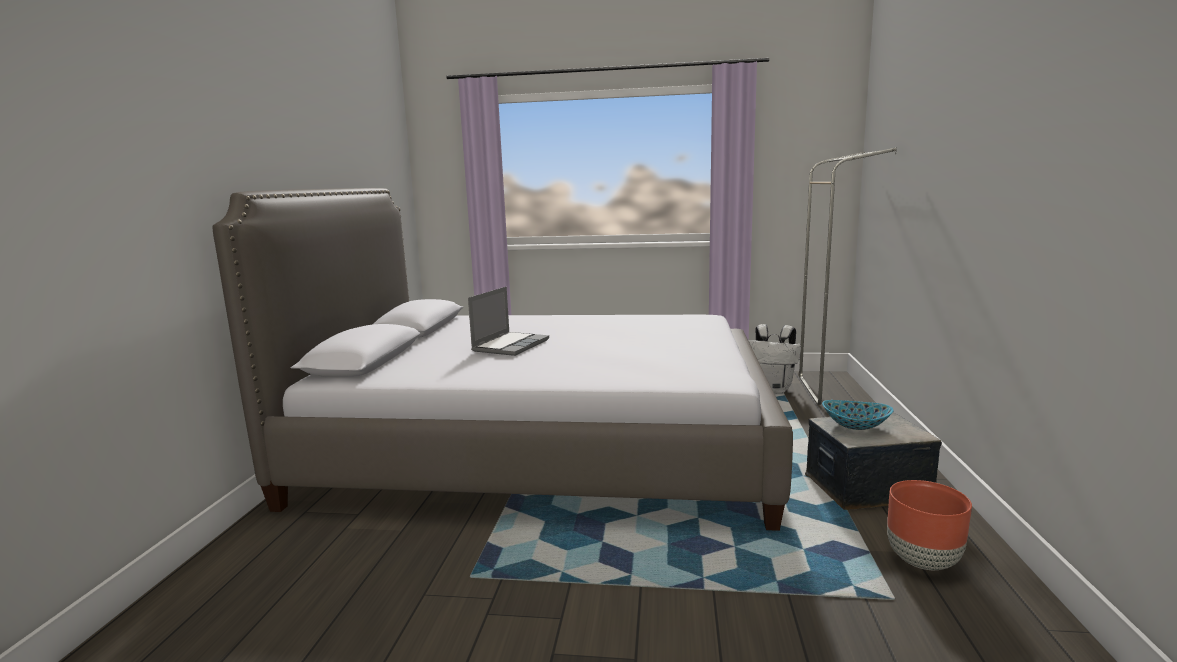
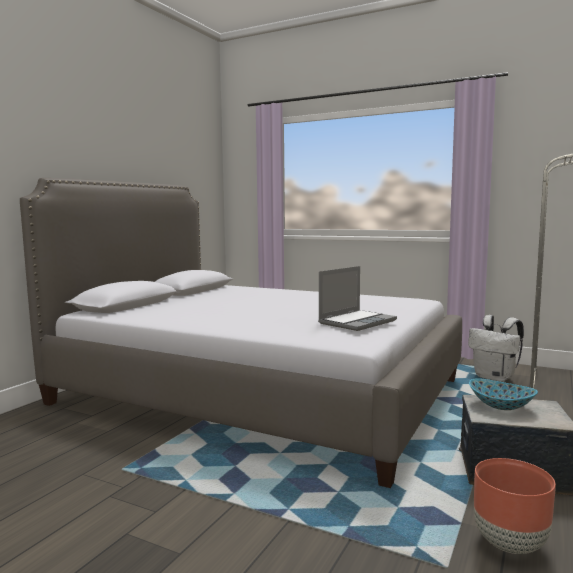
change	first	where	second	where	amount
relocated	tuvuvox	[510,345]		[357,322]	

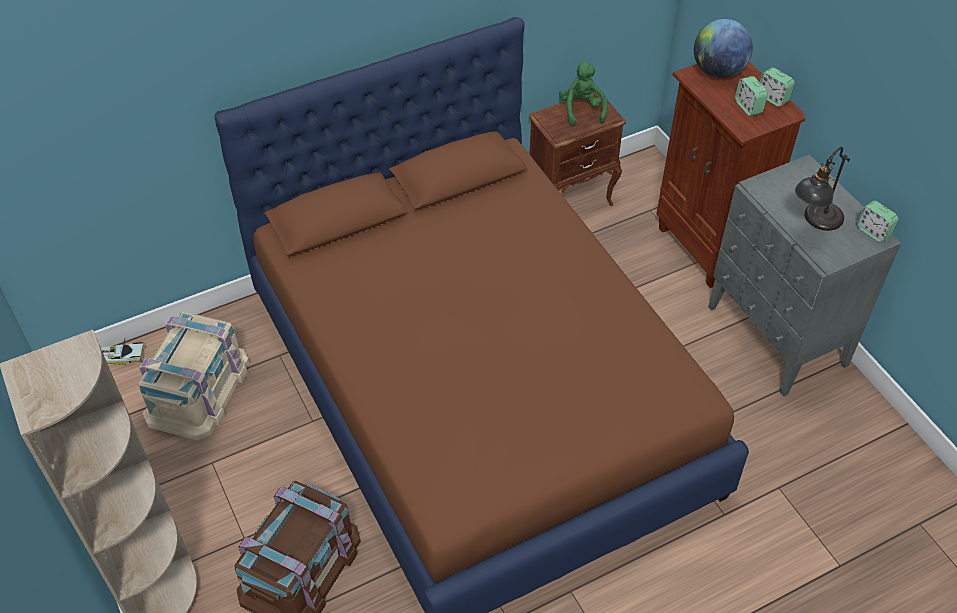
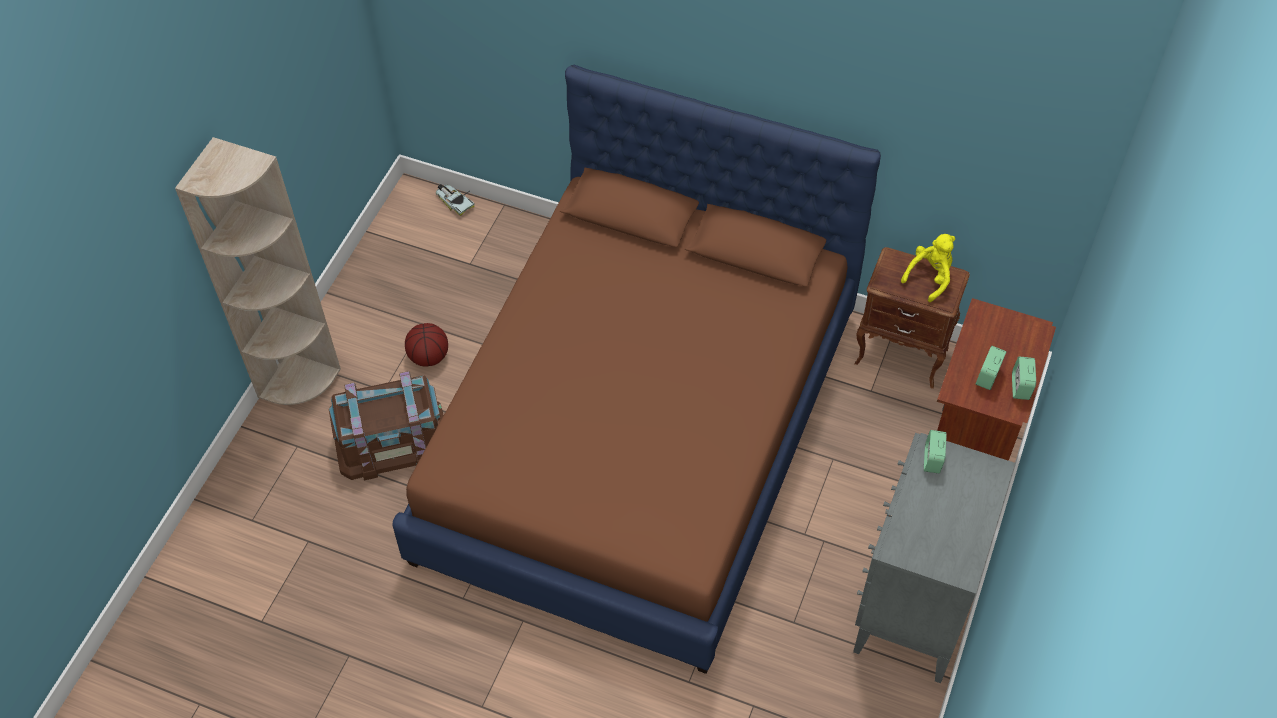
change	first	where	second	where	amount
appeared			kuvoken	[429,356]	
colour	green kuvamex	[582,110]	yellow kuvamex	[930,277]	
relocated	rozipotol	[873,232]		[932,460]	
missing	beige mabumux	[197,389]			
missing	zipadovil	[718,71]			
missing	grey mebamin	[814,225]			

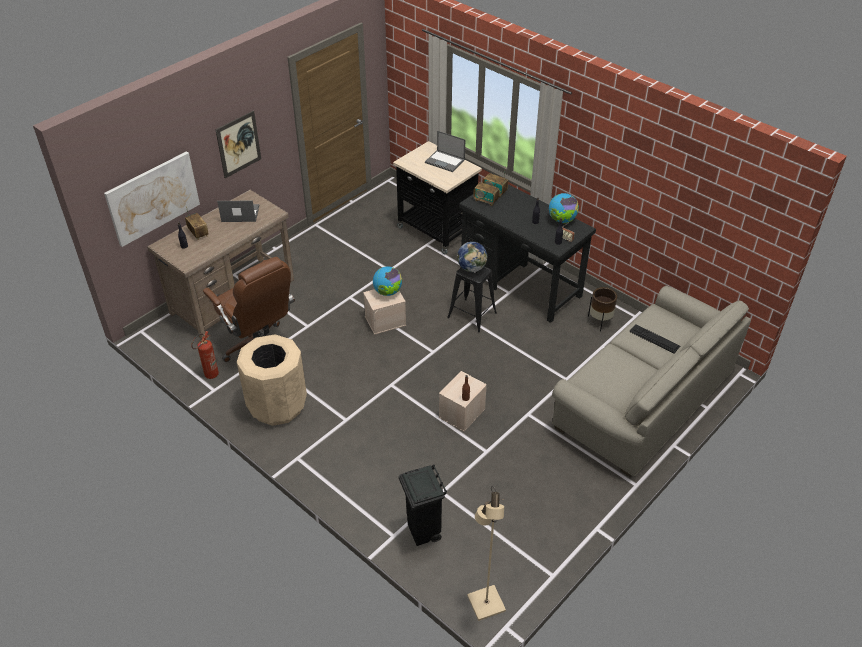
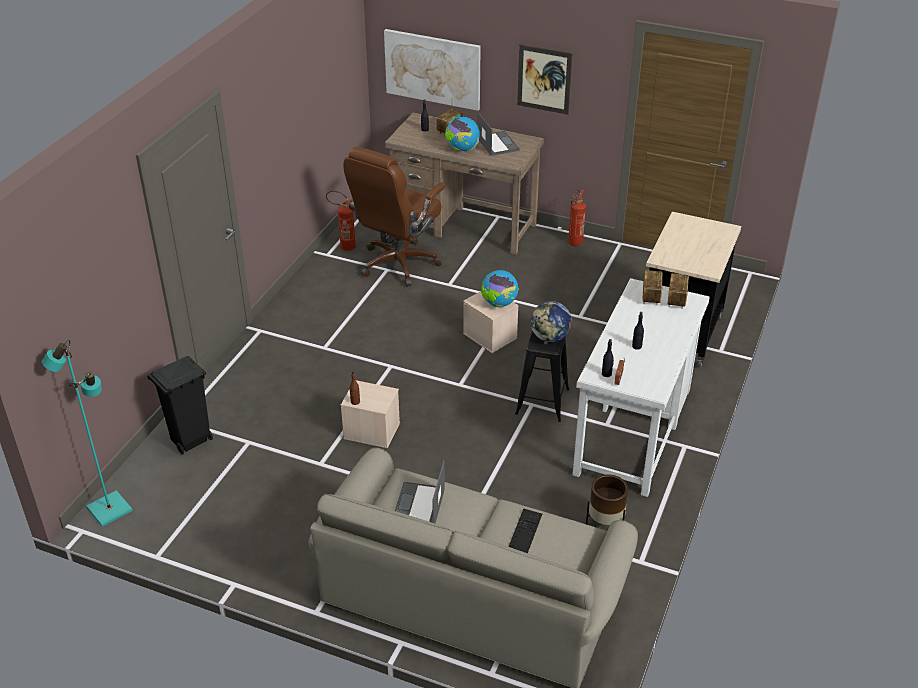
change	first	where	second	where	amount
colour	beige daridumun	[486,603]	turquoise daridumun	[110,509]	
relocated	tuvuvox	[445,161]		[418,506]	
relocated	zipadovil	[562,220]		[462,149]	
appeared			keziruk	[573,244]	
colour	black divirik	[521,282]	white divirik	[634,431]	
missing	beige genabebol	[277,406]			

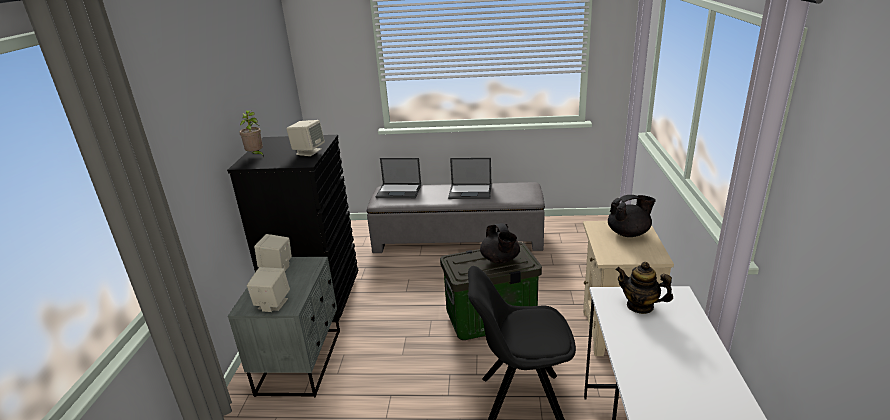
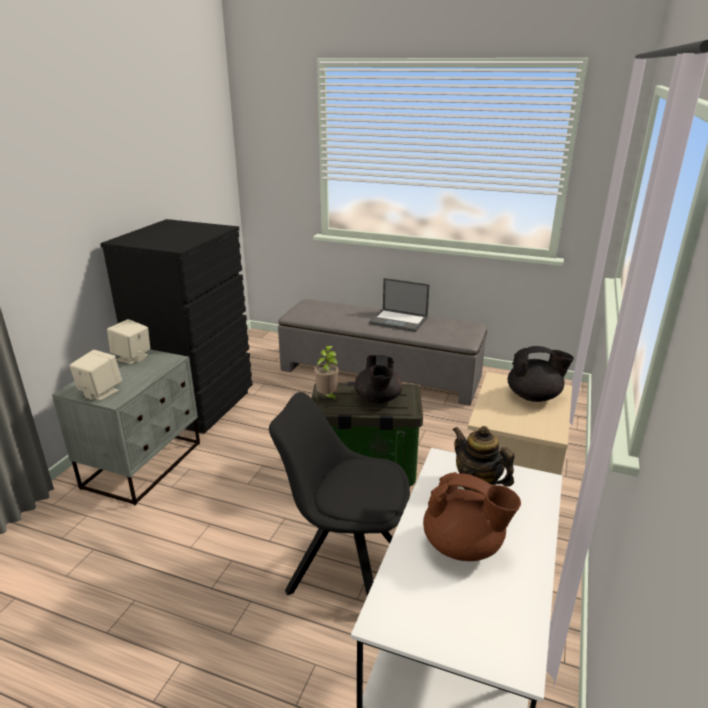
change	first	where	second	where	amount
relocated	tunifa	[256,155]		[327,397]	
appeared			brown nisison	[464,546]	
missing	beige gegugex	[308,152]			
missing	tuvuvox	[399,191]			

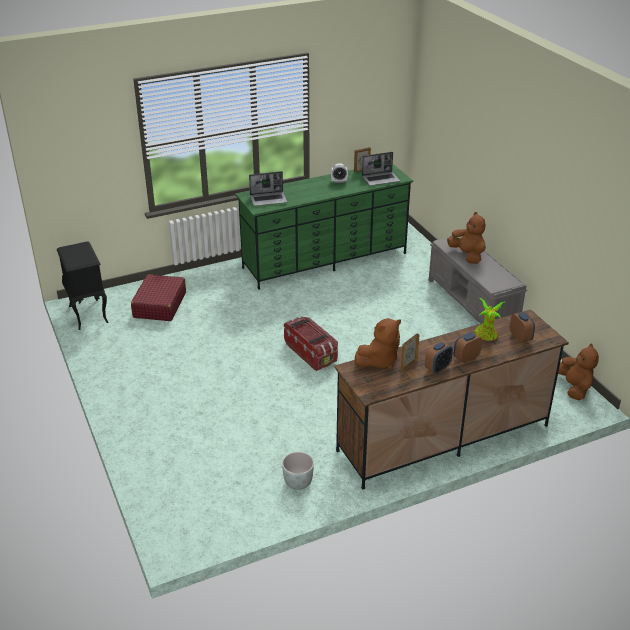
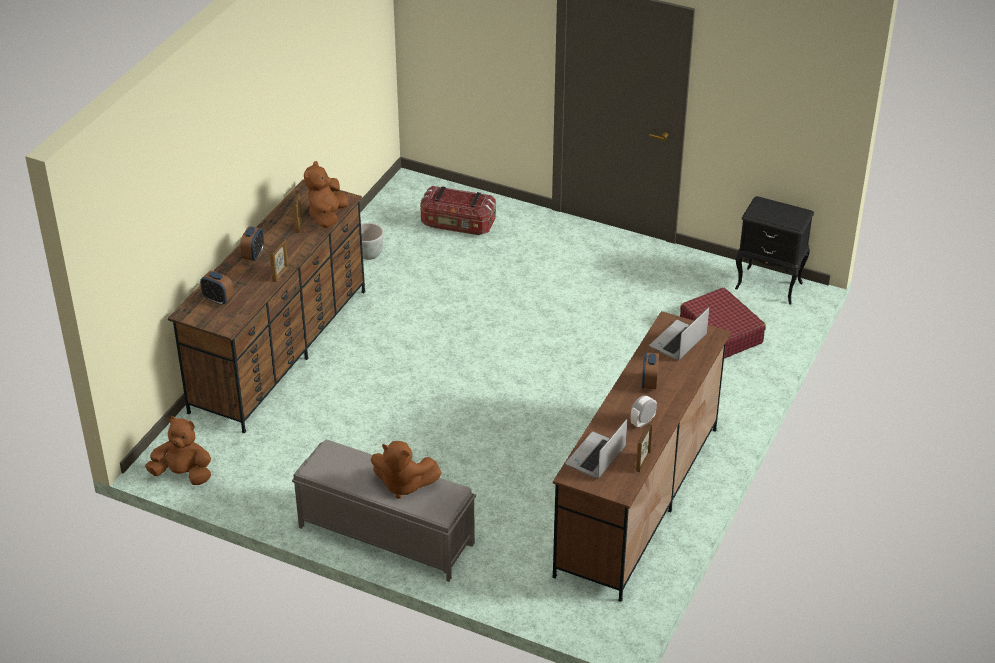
change	first	where	second	where	amount
spun	brown kuvamex	[574,388]		[183,474]	150 degrees clockwise
appeared			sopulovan	[280,274]	
relocated	mabumux	[311,353]		[458,224]	
colour	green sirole	[325,260]	brown sirole	[639,501]	
relocated	rozipotol	[437,368]		[649,383]	
missing	tunifa	[486,335]			

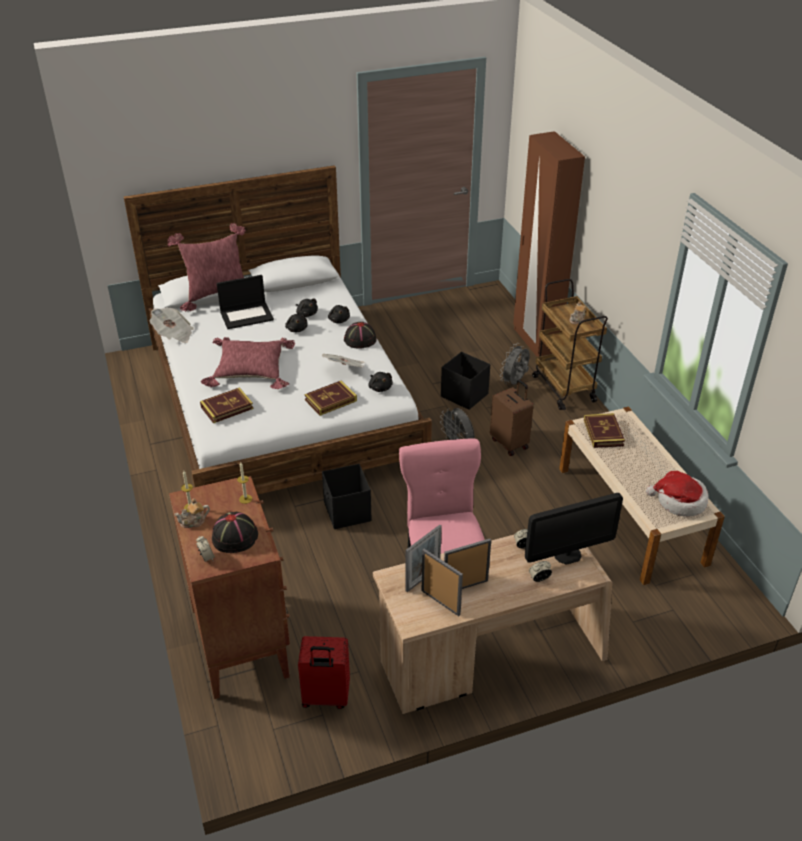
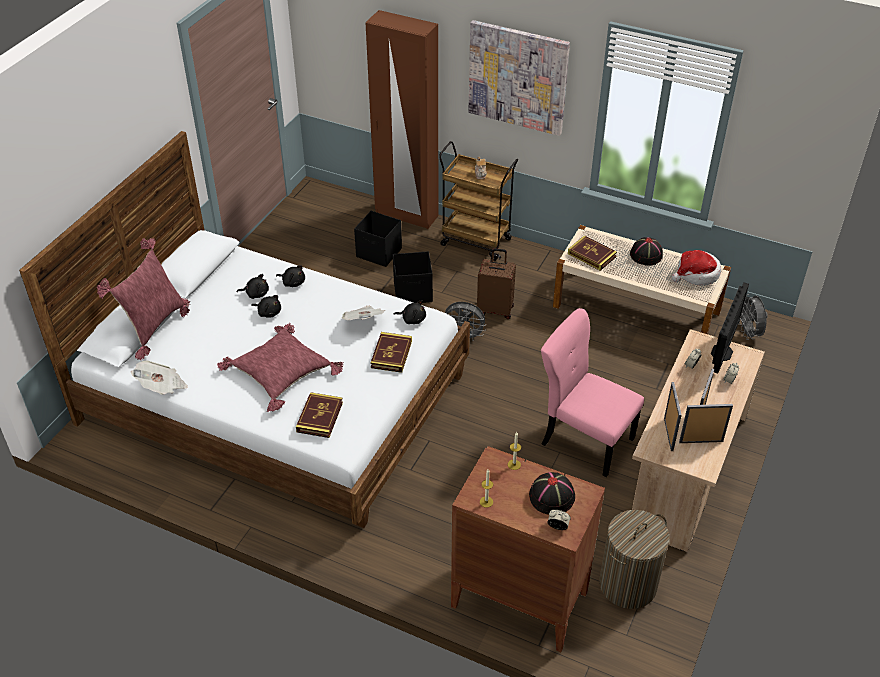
change	first	where	second	where	amount
relocated	black mabumux	[347,512]		[379,253]	
appeared			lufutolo	[518,77]	
exchanged	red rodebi	[325,697]	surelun	[628,584]	
relocated	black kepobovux	[360,340]		[646,255]	
relocated	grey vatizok	[514,382]		[749,333]	
missing	nisison	[193,521]			
missing	tuvuvox	[247,315]			

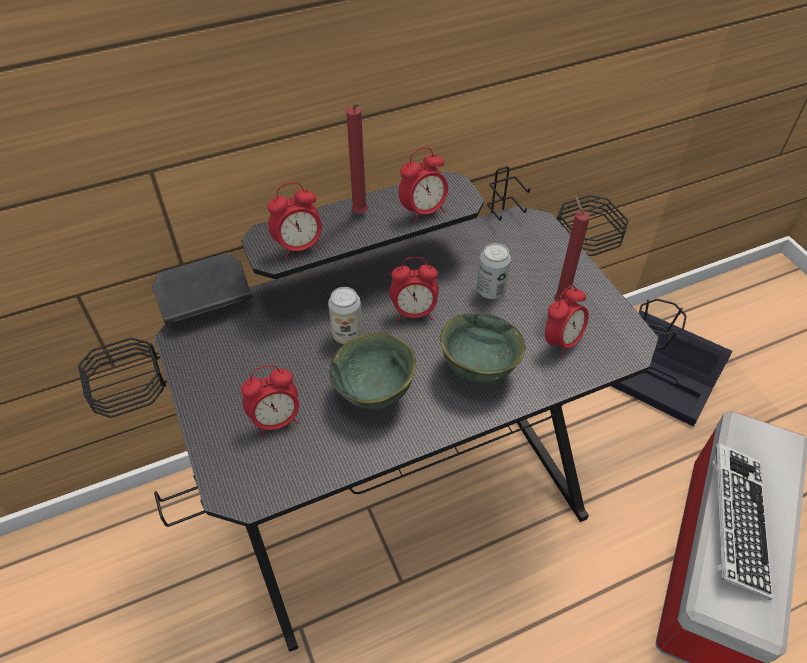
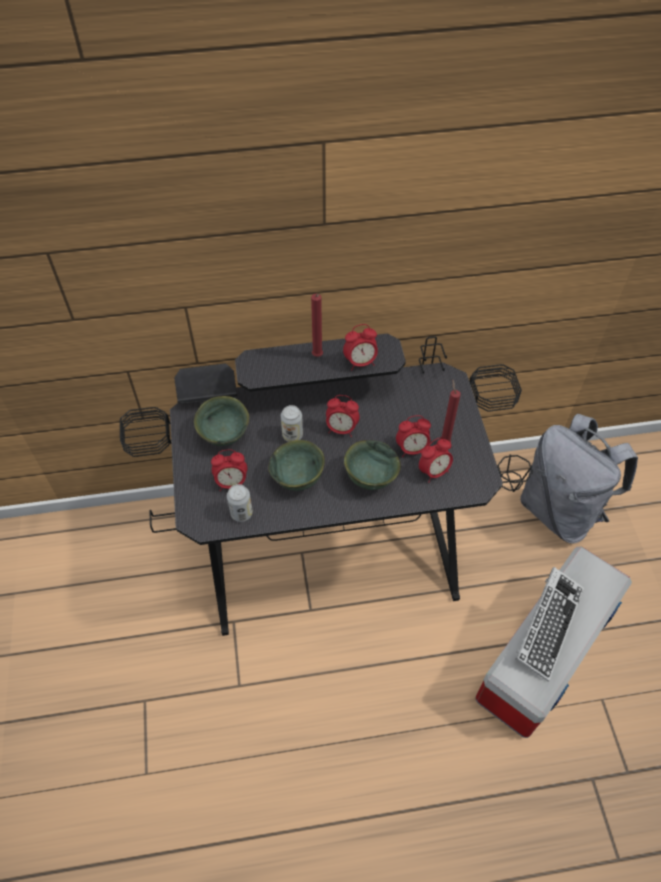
change	first	where	second	where	amount
appeared			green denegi	[225,435]	
relocated	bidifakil	[491,290]		[241,513]	
relocated	rozipotol	[299,247]		[412,449]	
exchanged	black mabumux	[664,379]	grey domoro	[561,510]	

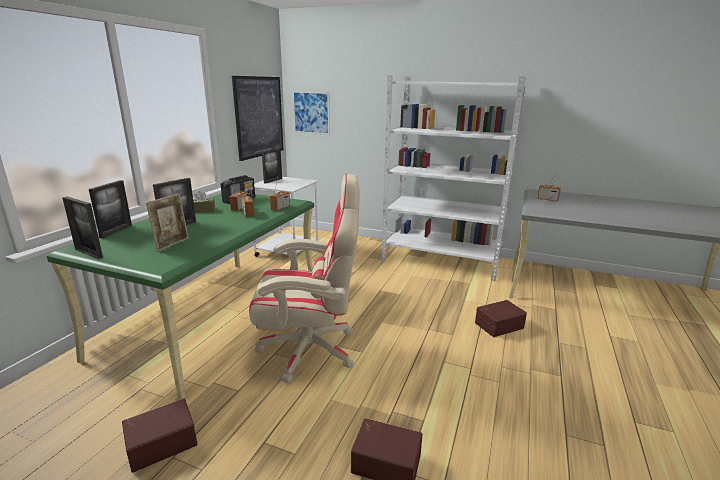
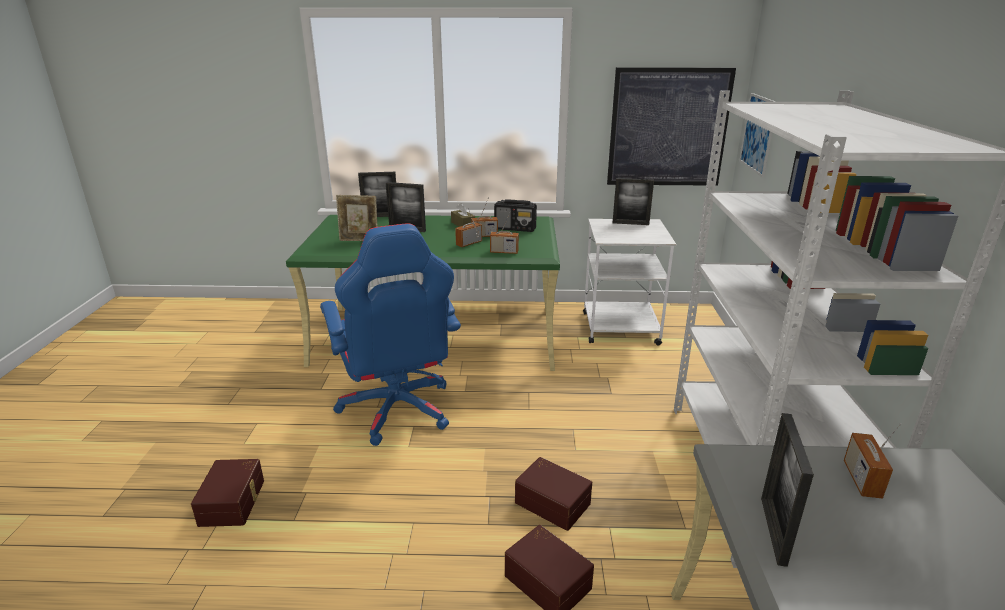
change	first	where	second	where	amount
colour	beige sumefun	[308,350]	blue sumefun	[397,408]	
relocated	brown mabumux	[161,442]		[553,502]	
relocated	sopulovan	[88,253]		[773,530]	

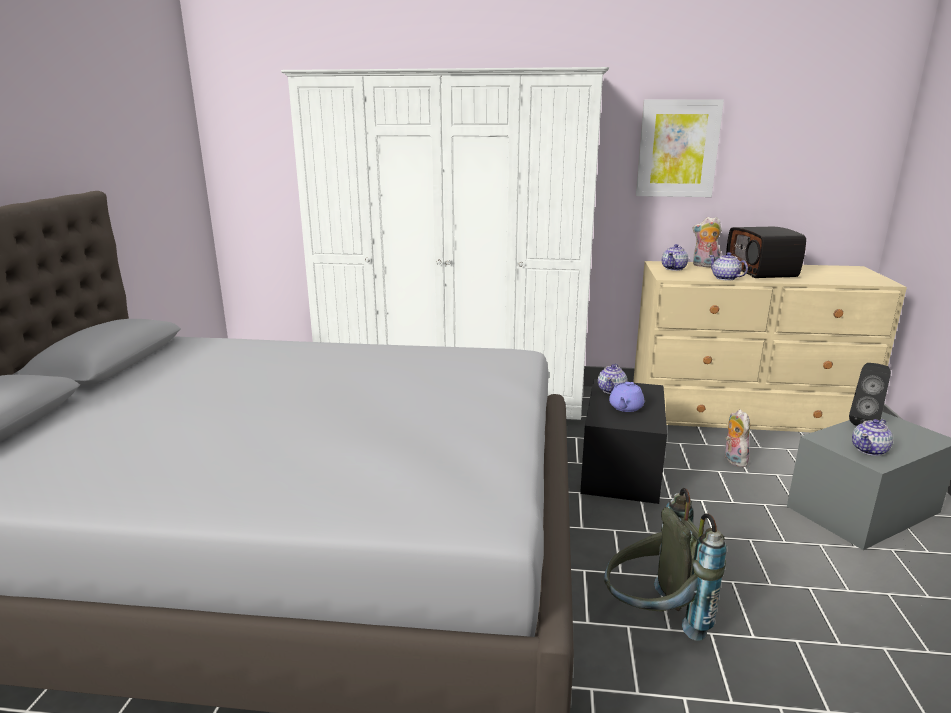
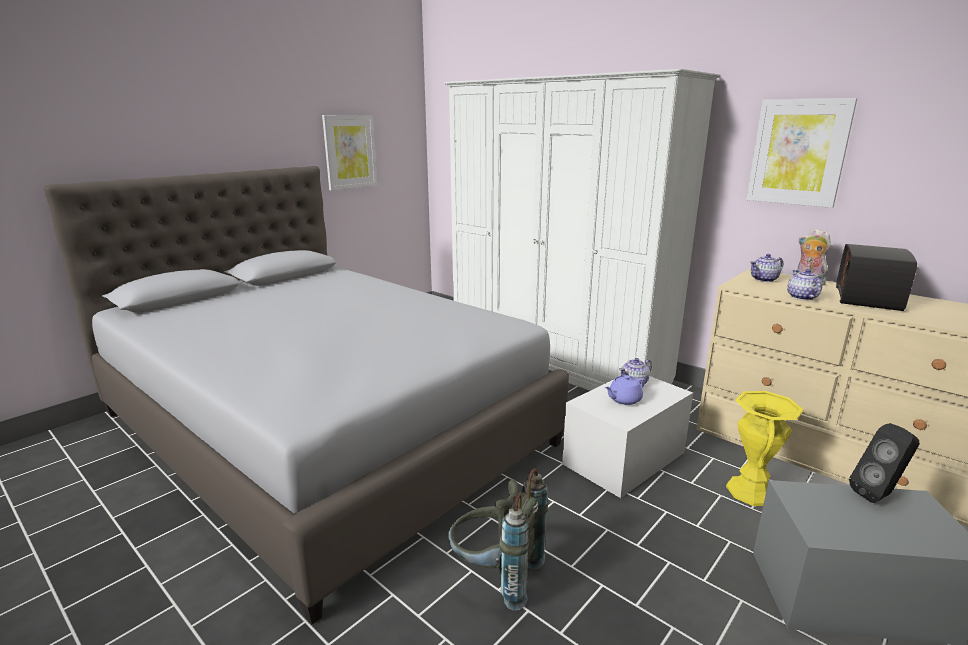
change	first	where	second	where	amount
appeared			lufutolo	[350,152]	
colour	black mabumux	[620,468]	white mabumux	[624,458]	
exchanged	kuvamex	[733,460]	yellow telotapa	[751,491]	
missing	nisison	[870,450]			

